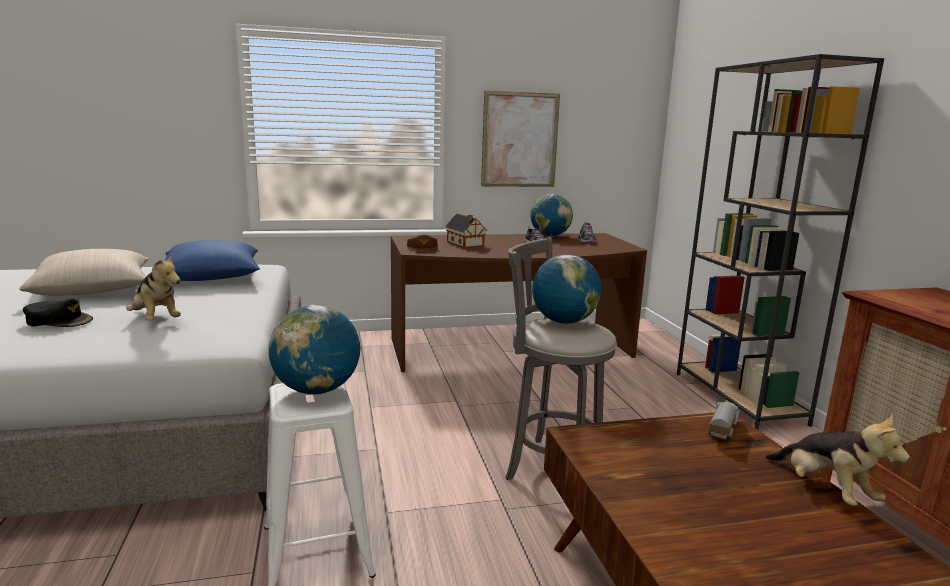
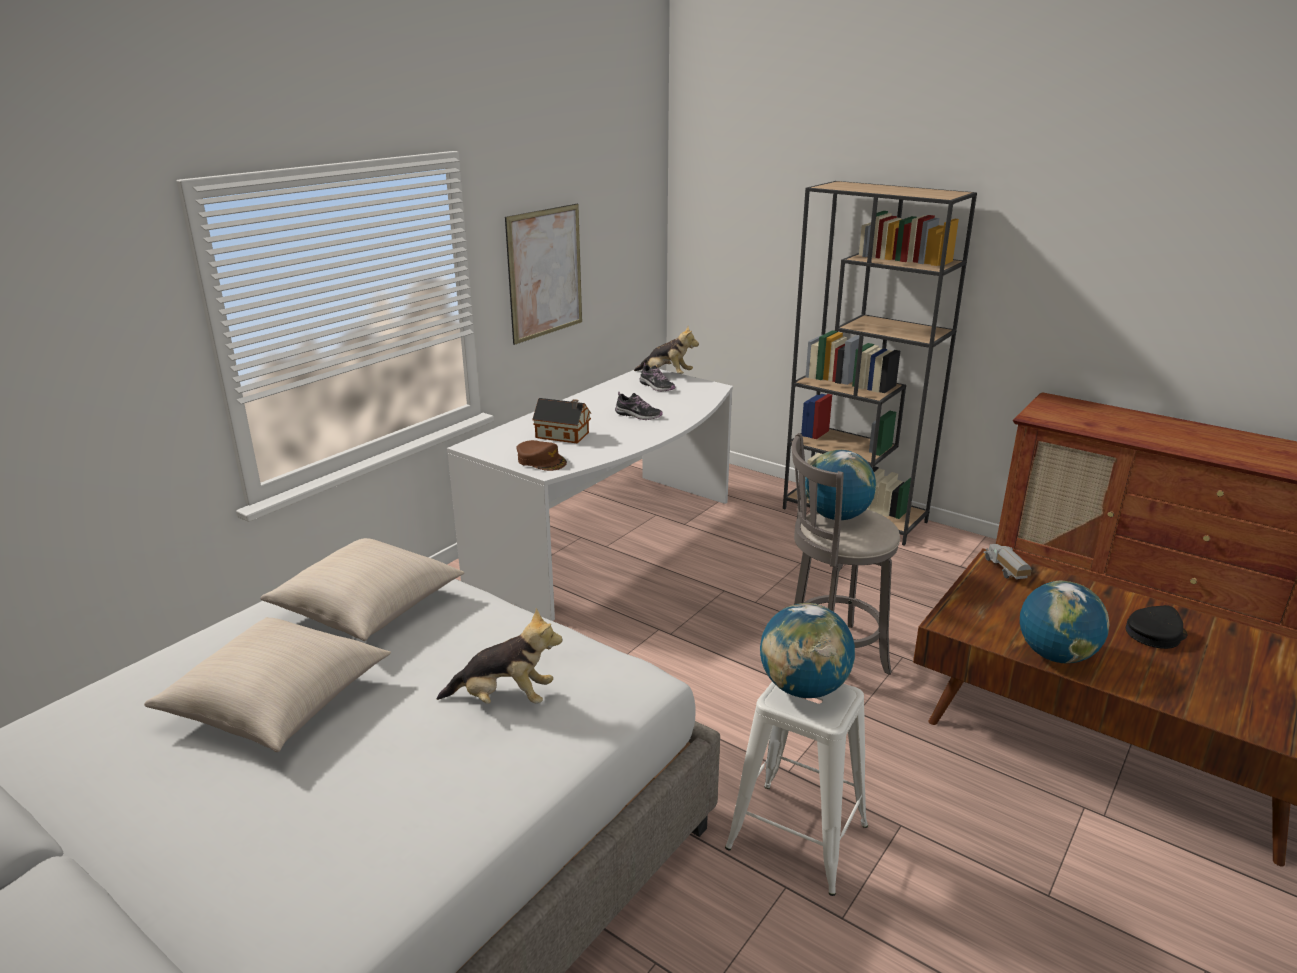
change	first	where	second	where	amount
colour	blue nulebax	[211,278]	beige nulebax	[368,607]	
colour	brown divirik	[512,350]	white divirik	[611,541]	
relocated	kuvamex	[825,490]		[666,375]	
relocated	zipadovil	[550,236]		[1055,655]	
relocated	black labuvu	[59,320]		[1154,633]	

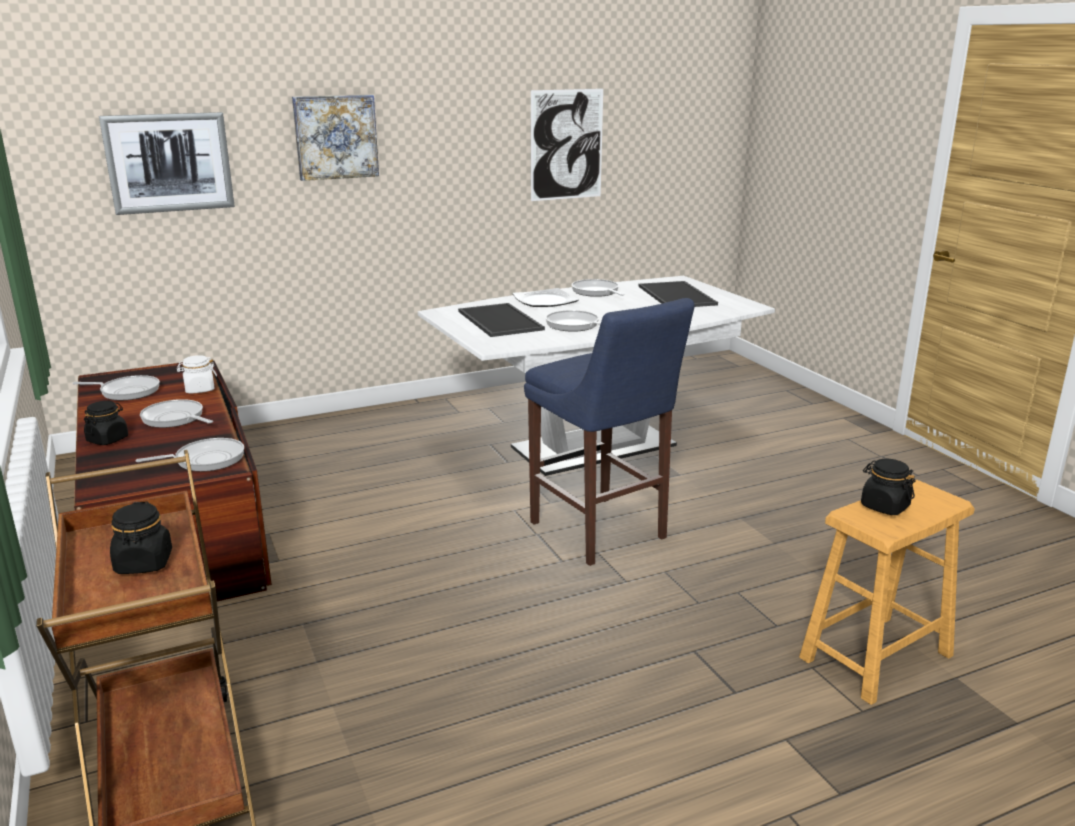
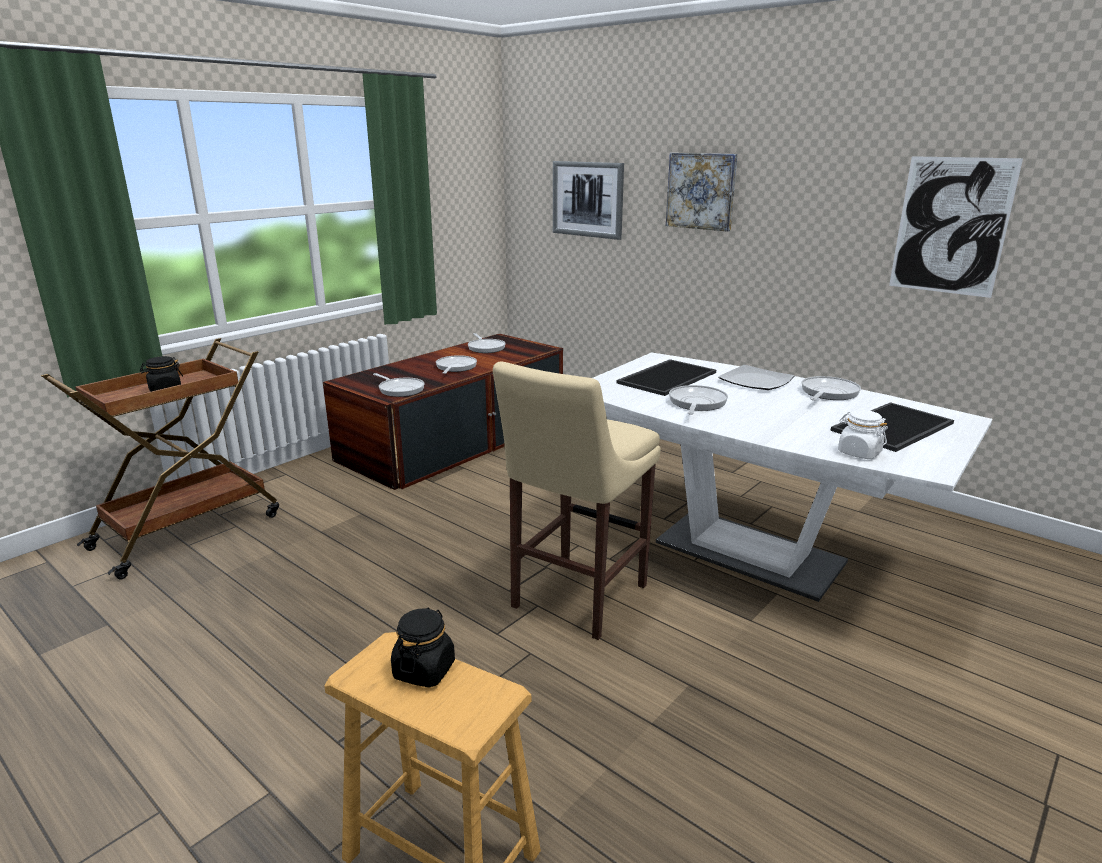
change	first	where	second	where	amount
colour	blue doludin	[601,533]	beige doludin	[575,599]	
relocated	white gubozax	[199,389]		[859,453]	
missing	black gubozax	[108,439]			

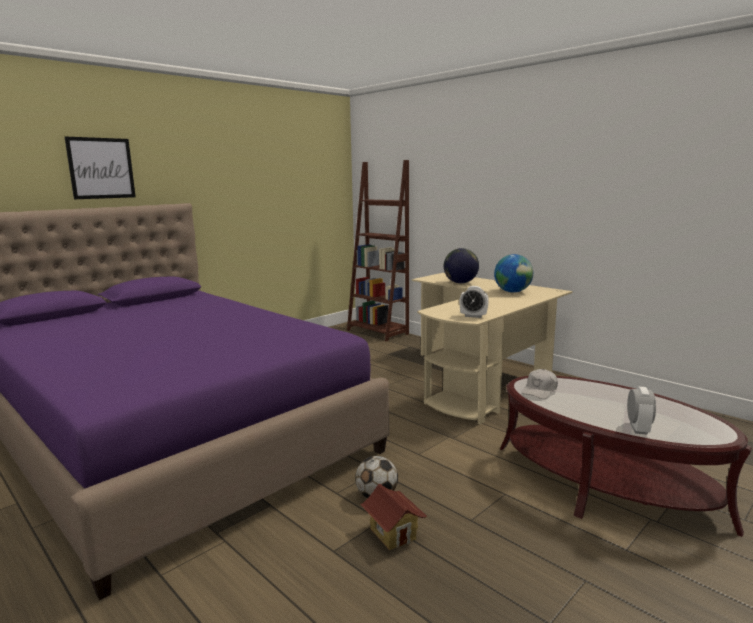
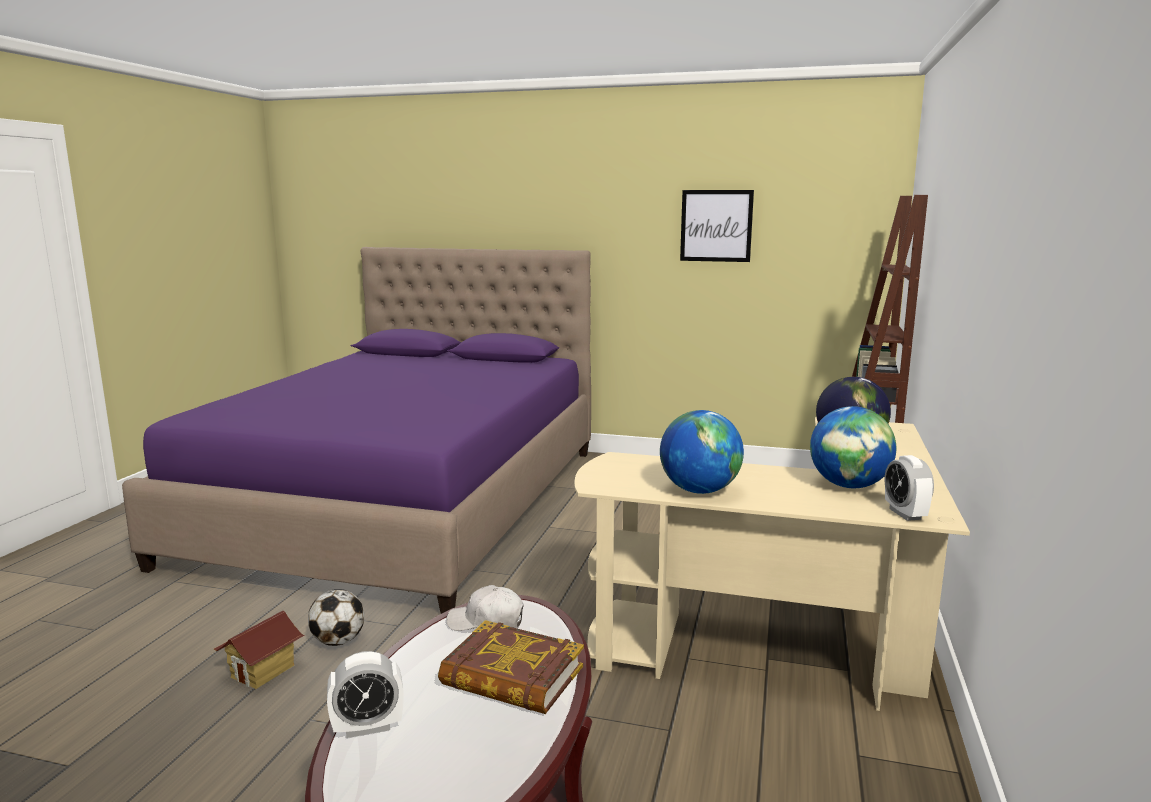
change	first	where	second	where	amount
appeared			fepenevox	[512,677]	
appeared			zipadovil	[699,491]	
relocated	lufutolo	[101,168]		[716,226]	
relocated	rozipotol	[473,316]		[905,514]	

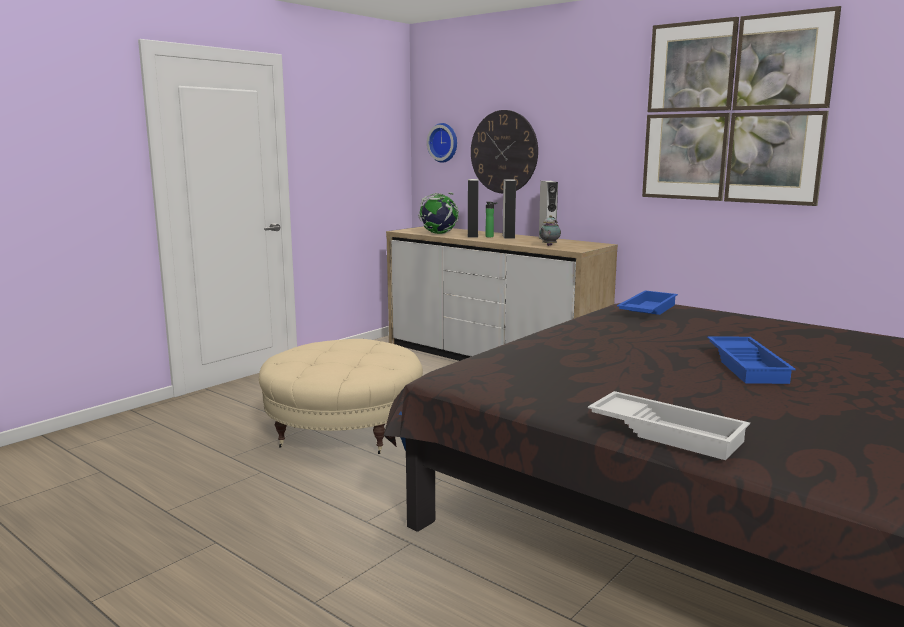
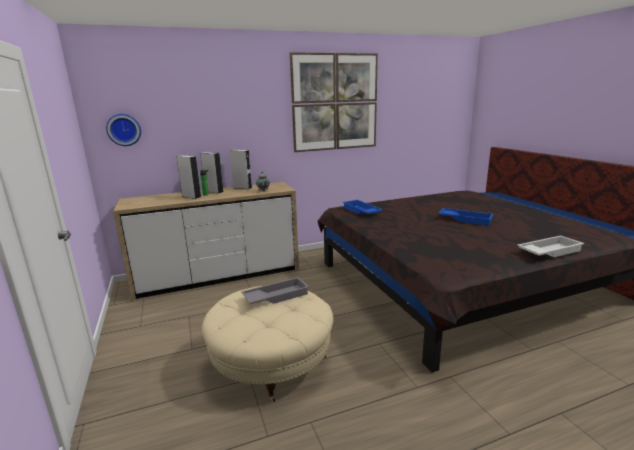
change	first	where	second	where	amount
appeared			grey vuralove	[276,296]	
missing	zipadovil	[438,233]			
missing	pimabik	[504,152]			

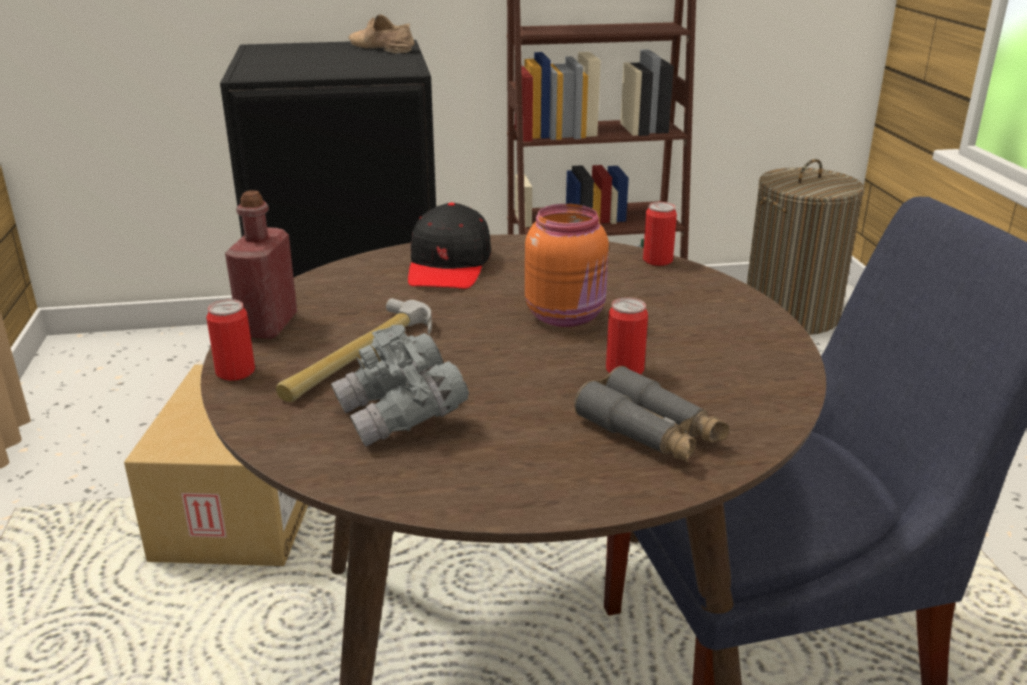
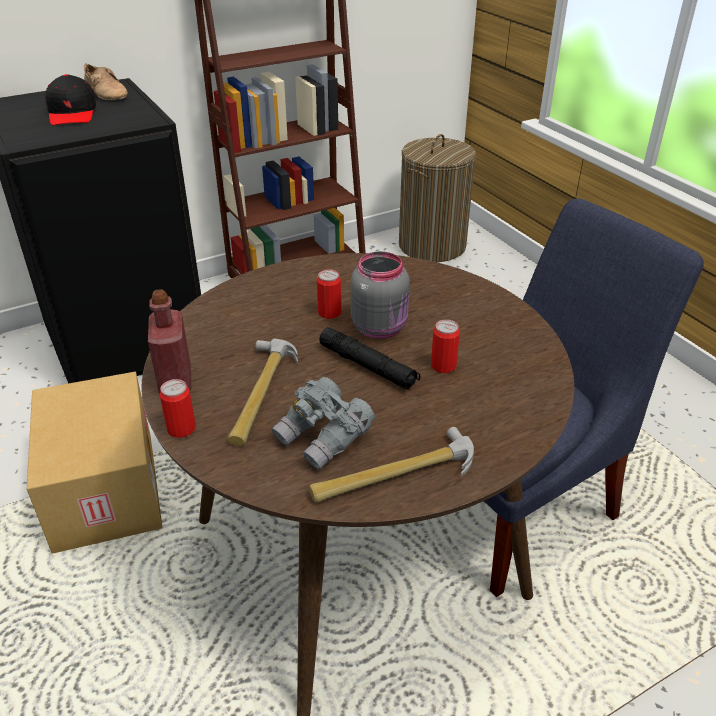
change	first	where	second	where	amount
relocated	black labuvu	[449,266]		[72,113]	
spun	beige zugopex	[380,48]		[107,93]	150 degrees counterclockwise
appeared			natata	[394,474]	
relocated	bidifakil	[657,260]		[329,313]	
appeared			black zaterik	[368,366]	
colour	orange gubozax	[567,316]	grey gubozax	[380,327]	
missing	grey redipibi	[650,432]			

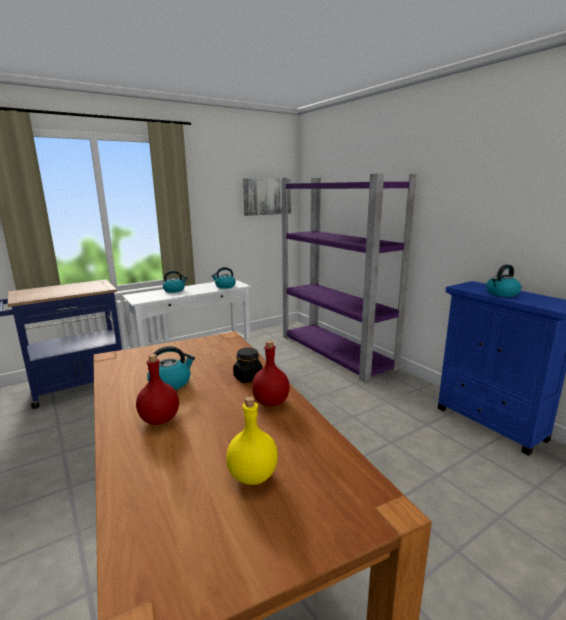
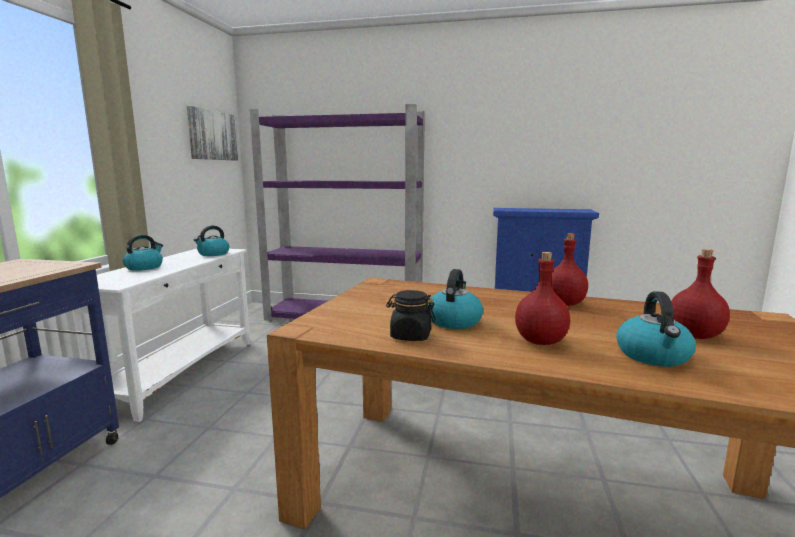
change	first	where	second	where	amount
relocated	black gubozax	[248,377]		[410,336]	
relocated	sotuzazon	[501,294]		[653,356]	
colour	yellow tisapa	[252,475]	red tisapa	[693,335]	

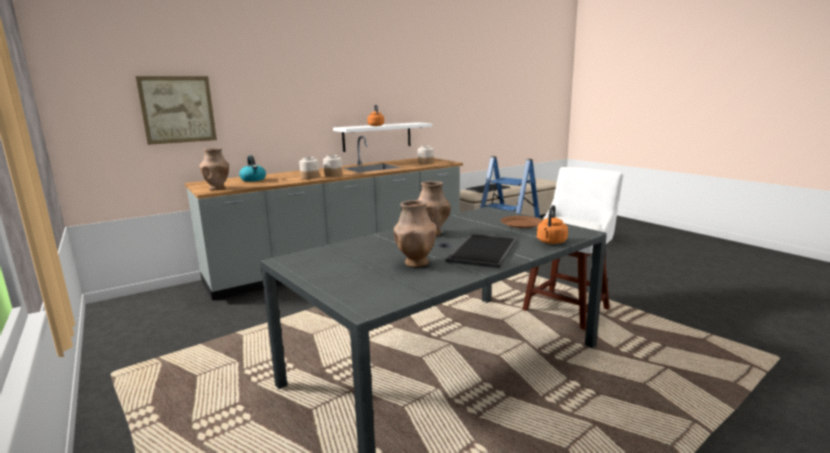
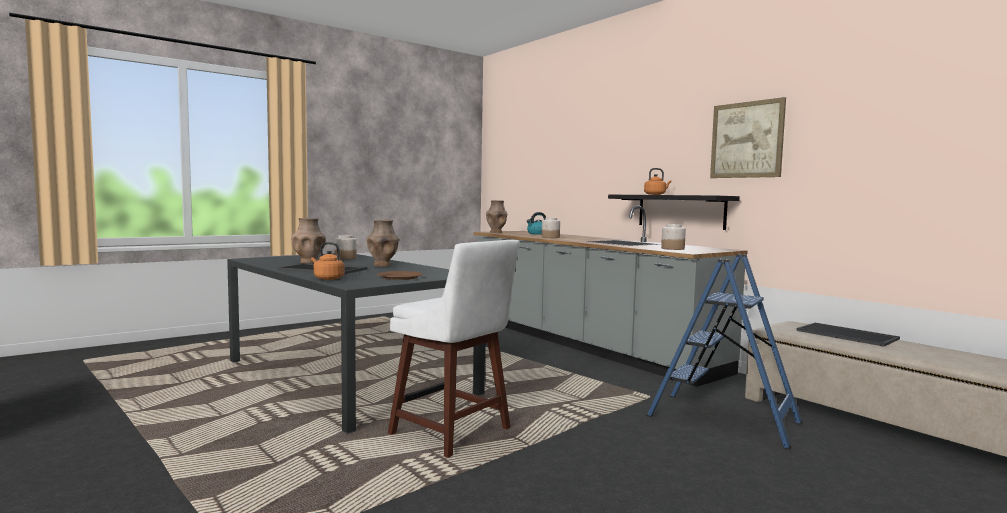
change	first	where	second	where	amount
relocated	gubozax	[333,175]		[345,258]	
colour	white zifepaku	[377,136]	black zifepaku	[680,211]	
relocated	lufutolo	[178,109]		[746,140]	

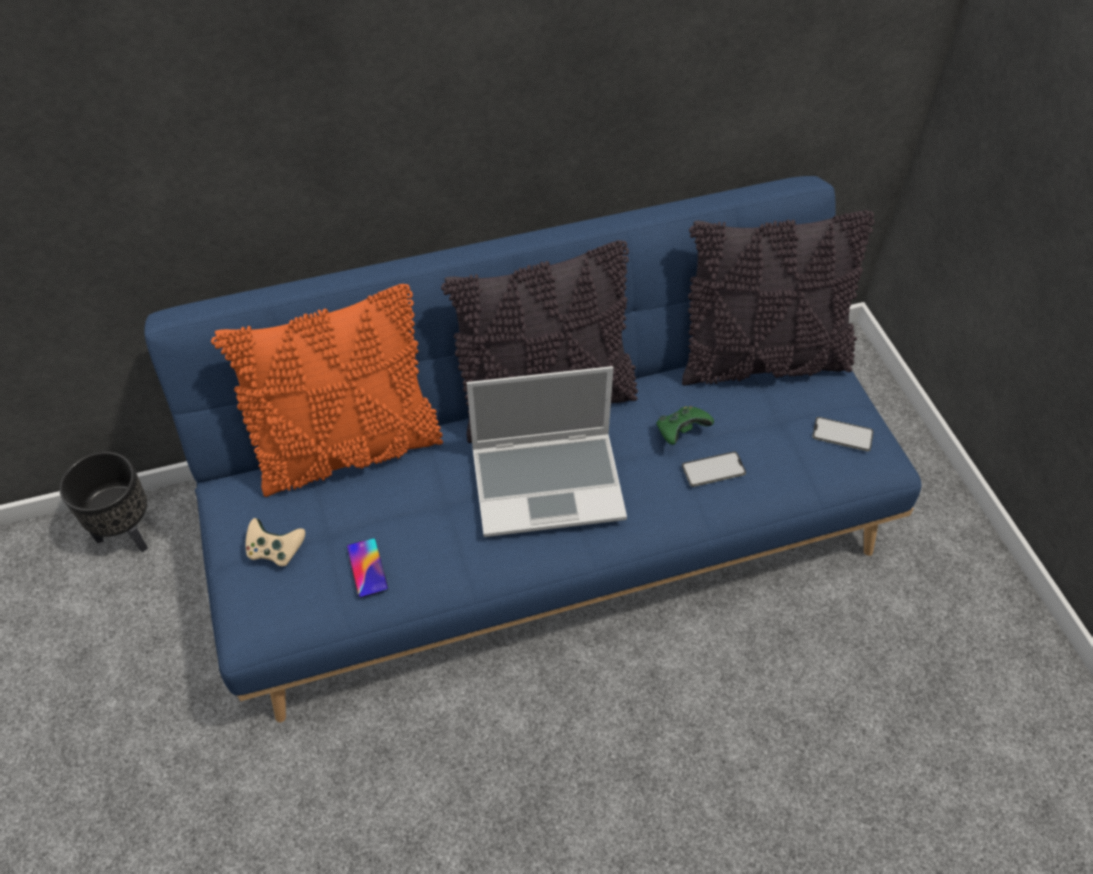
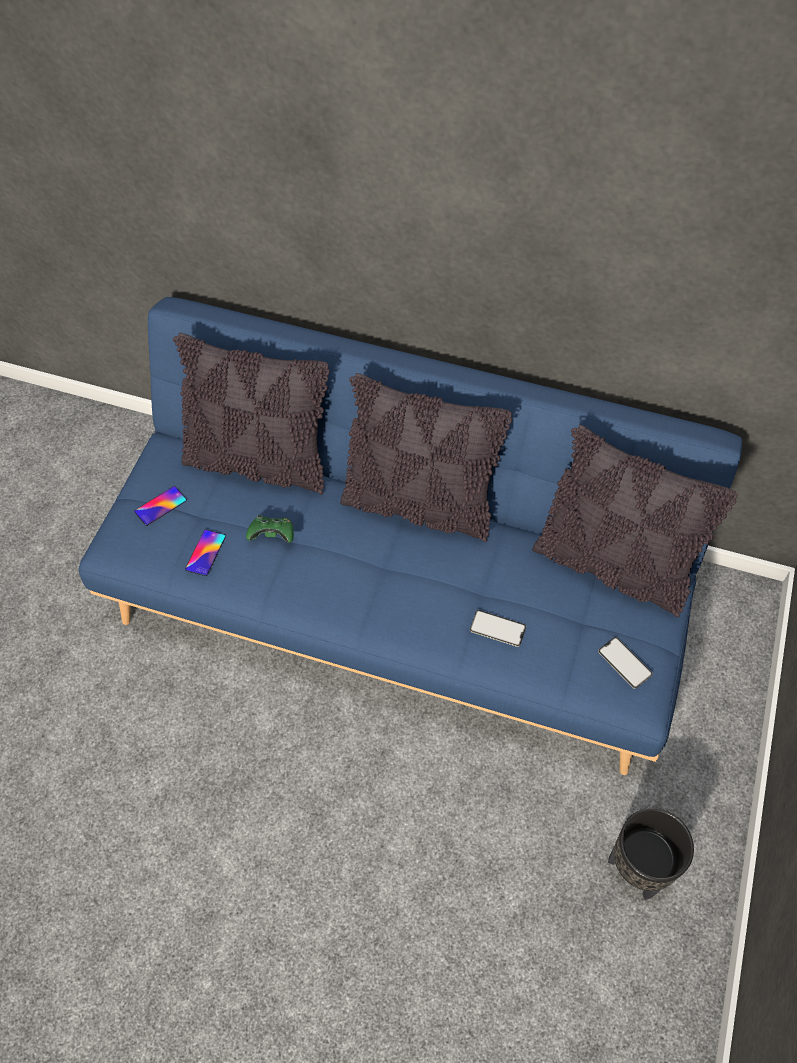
change	first	where	second	where	amount
exchanged	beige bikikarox	[275,550]	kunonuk	[160,506]	
colour	orange nulebax	[349,449]	black nulebax	[259,462]	
relocated	green bikikarox	[681,432]		[272,536]	
relocated	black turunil	[128,532]		[638,868]	
missing	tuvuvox	[549,483]			

